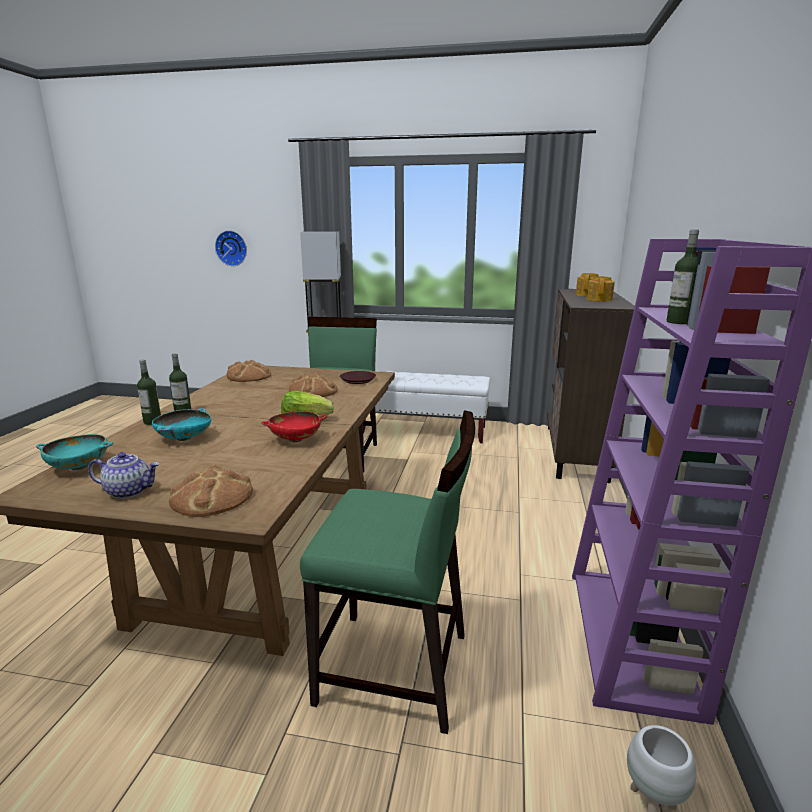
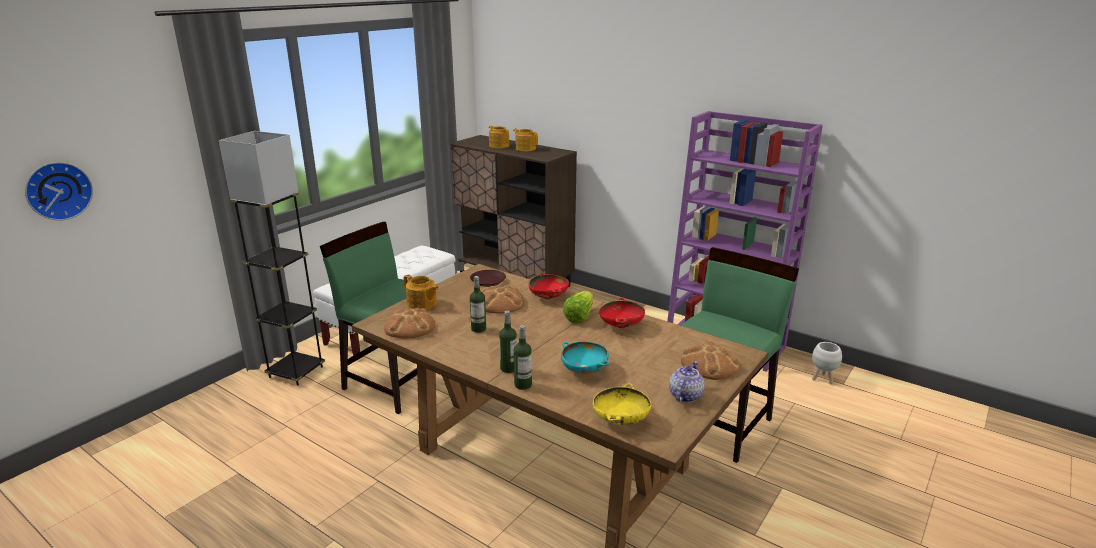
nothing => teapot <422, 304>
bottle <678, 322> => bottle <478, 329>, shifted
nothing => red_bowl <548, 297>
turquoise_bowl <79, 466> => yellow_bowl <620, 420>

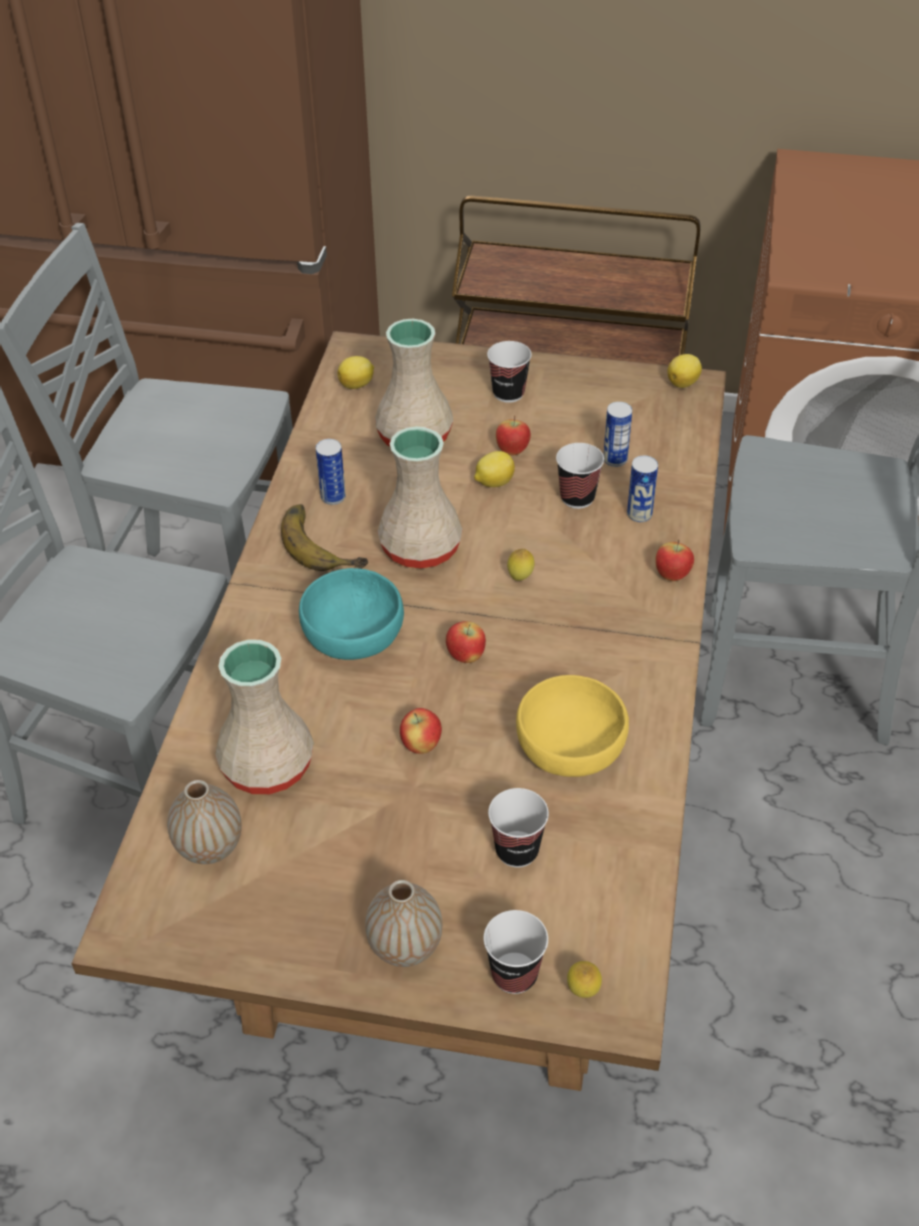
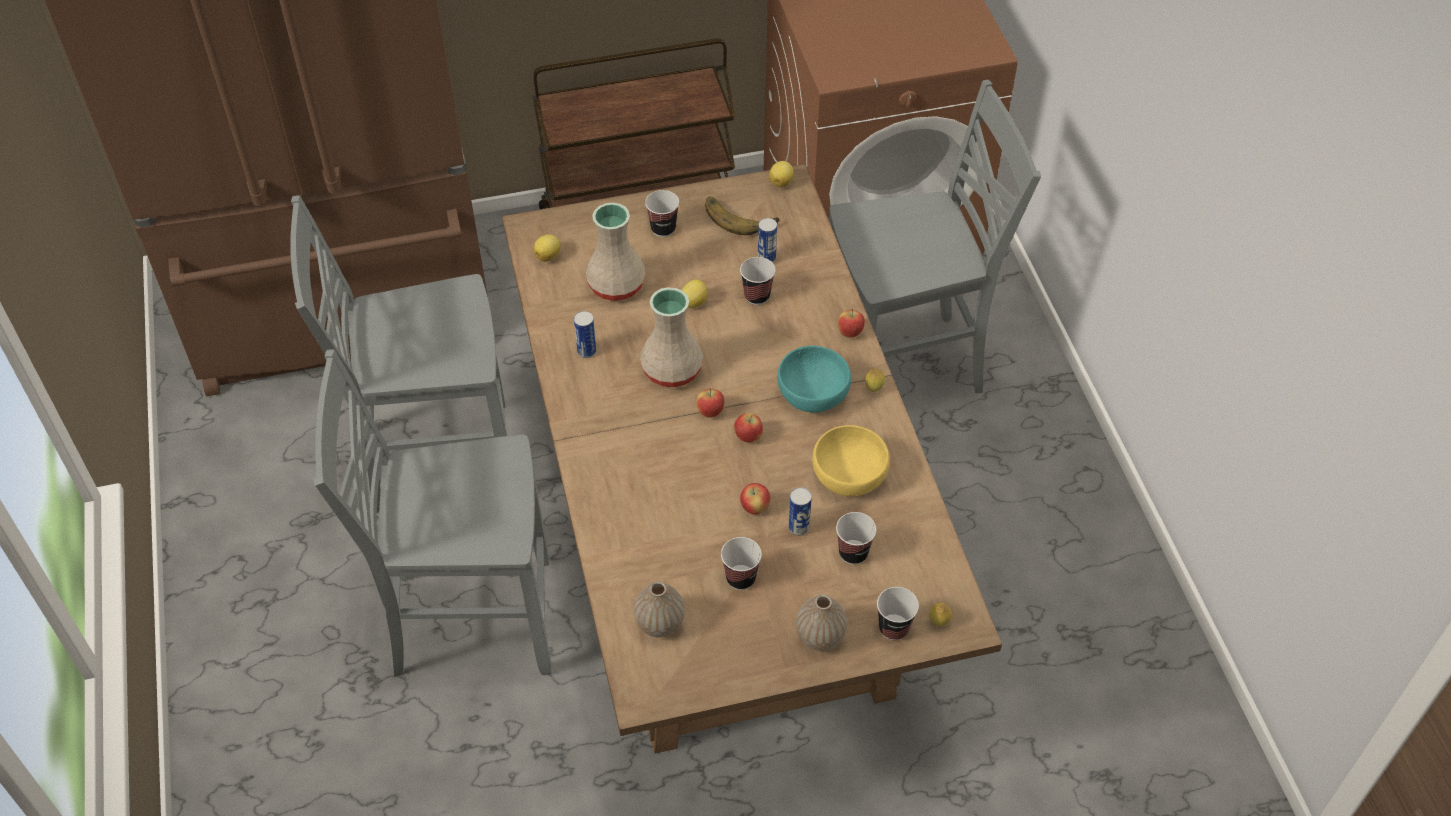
apple <512, 451> => apple <710, 412>, shifted
banana <325, 542> => banana <739, 216>, shifted
nothing => cup <740, 578>
turquoise_bowl <352, 637> => turquoise_bowl <812, 394>, shifted
can <639, 514> => can <798, 527>, shifted
lemon <520, 578> => lemon <874, 389>, shifted
beige_vase <265, 766> => nothing

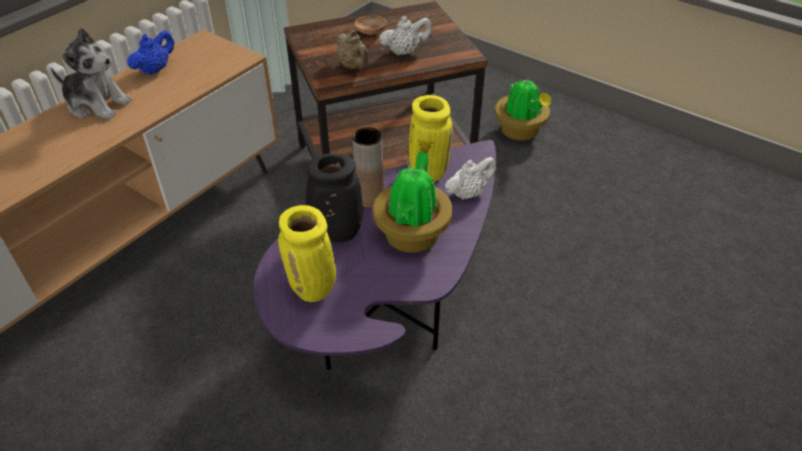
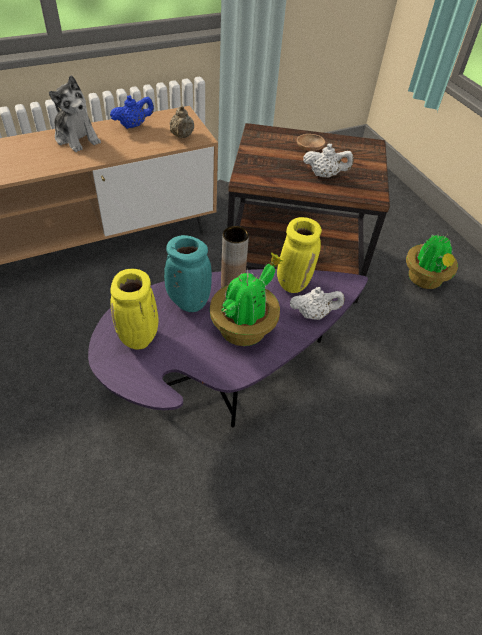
black_vase <336, 233> => turquoise_vase <187, 302>
beige_teapot <354, 67> => beige_teapot <182, 136>, shifted

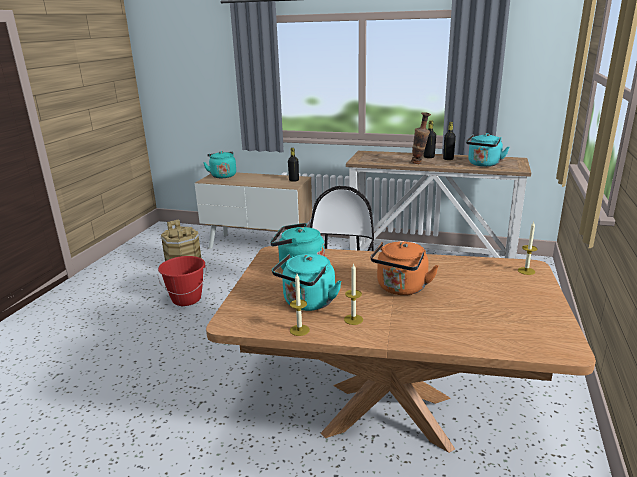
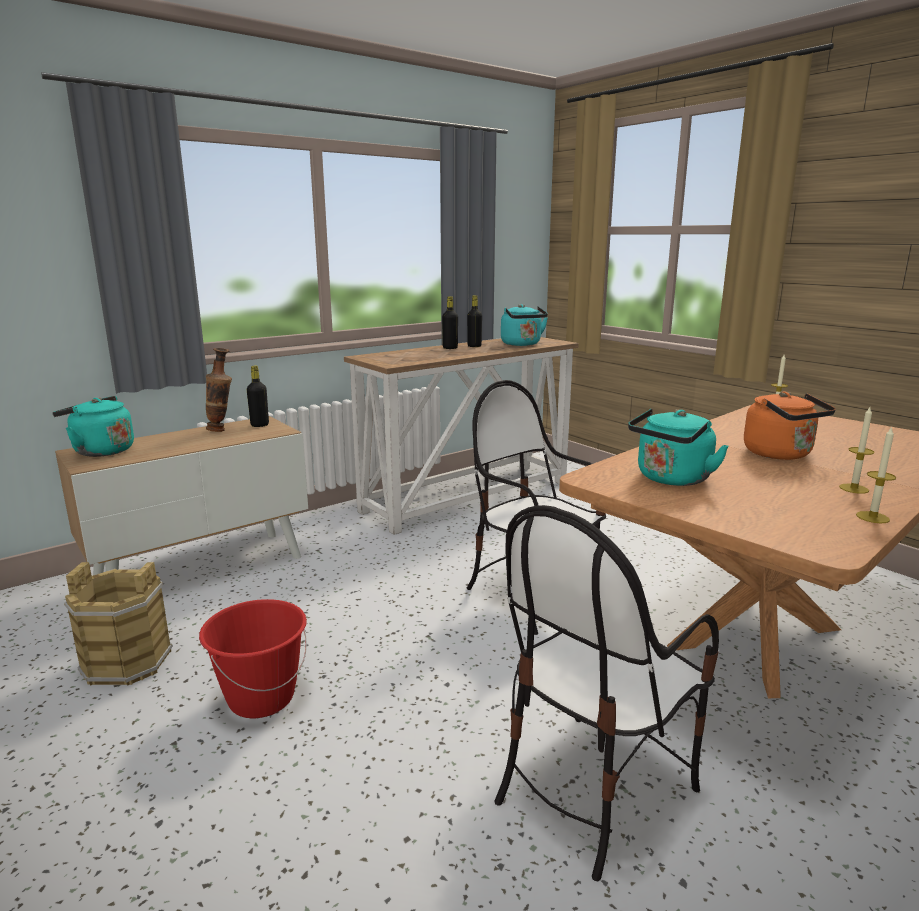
vase <419, 163> => vase <222, 430>, shifted
nothing => chair <593, 789>
turquoise_kettle <308, 303> => nothing

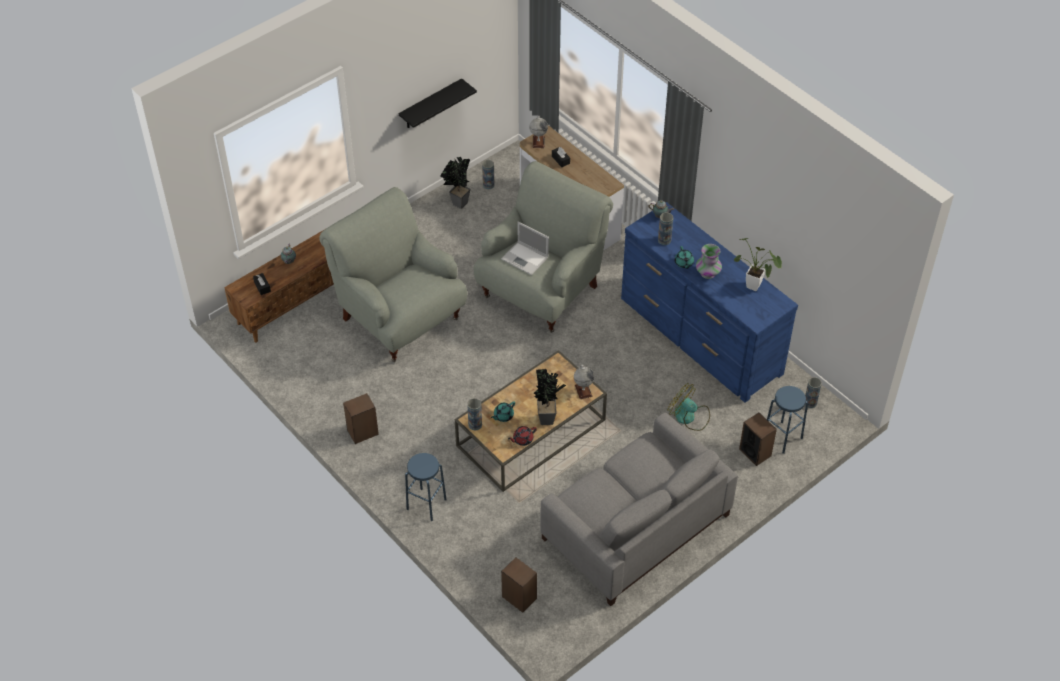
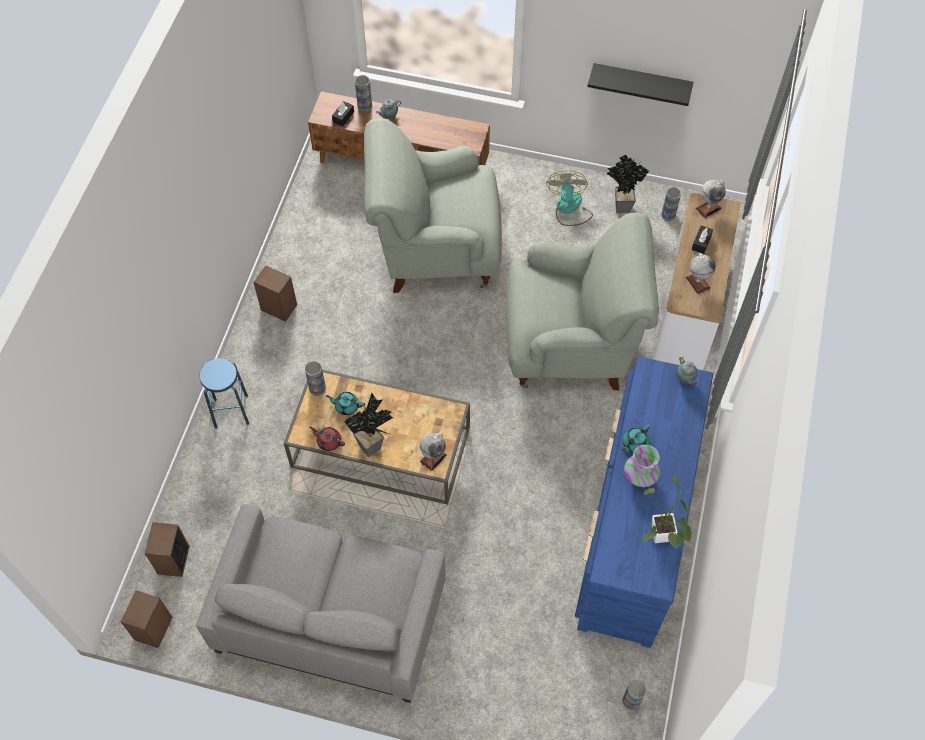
speaker <755, 452> => speaker <154, 628>, shifted
vase <664, 240> => vase <364, 106>, shifted
grey_armchair <399, 318> => grey_armchair <436, 250>, 105 degrees counterclockwise
fan <689, 417> => fan <569, 209>, shifted
nothing => globe <697, 282>
laptop <525, 258> => nothing
blue_stool <782, 437> => nothing

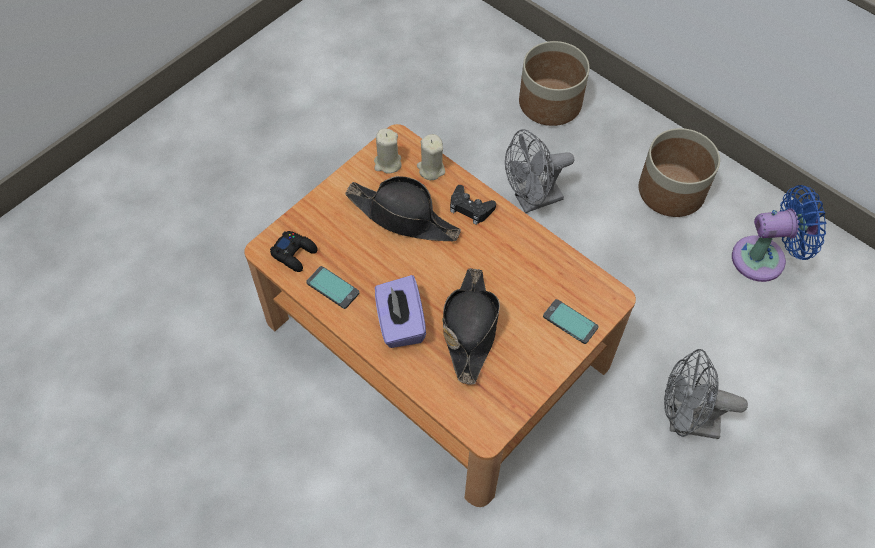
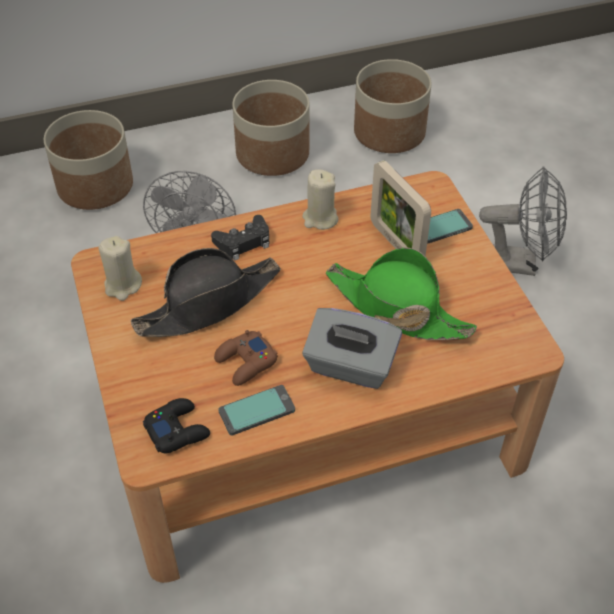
nothing => brown_game_controller <246, 362>
beige_candle <431, 169> => beige_candle <320, 218>, shifted
purple_tissue_box <400, 323> => grey_tissue_box <350, 366>
black_hat <470, 328> => green_hat <396, 308>
blue_fan <764, 258> => planter <388, 132>
nothing => picture_frame <396, 244>
grey_fan <685, 421> => grey_fan <518, 263>, 120 degrees counterclockwise

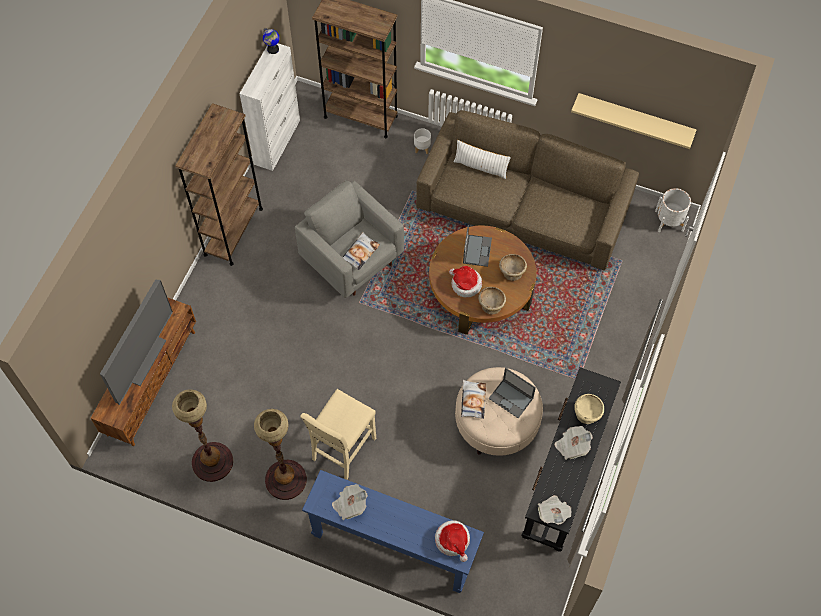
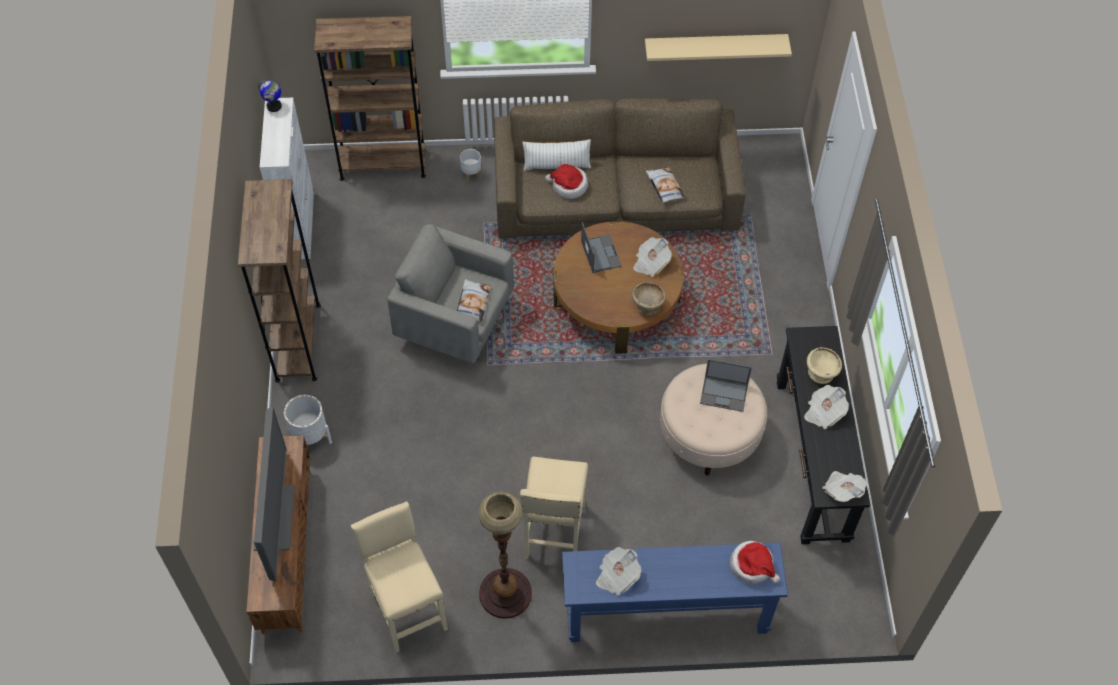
white_planter <669, 221> => white_planter <310, 436>, shifted
floor_lamp <212, 461> => beige_stool <408, 609>
hat <465, 284> => hat <568, 186>, shifted
beige_bowl <511, 272> => newspaper <650, 263>
pillow <472, 400> => pillow <664, 187>, shifted

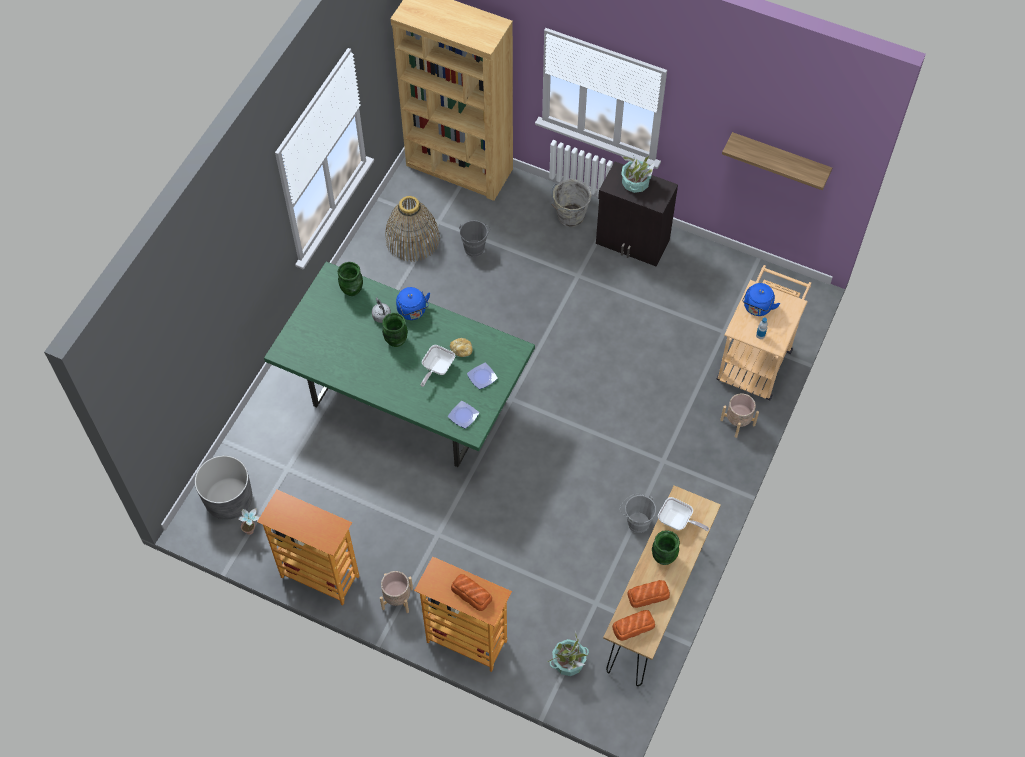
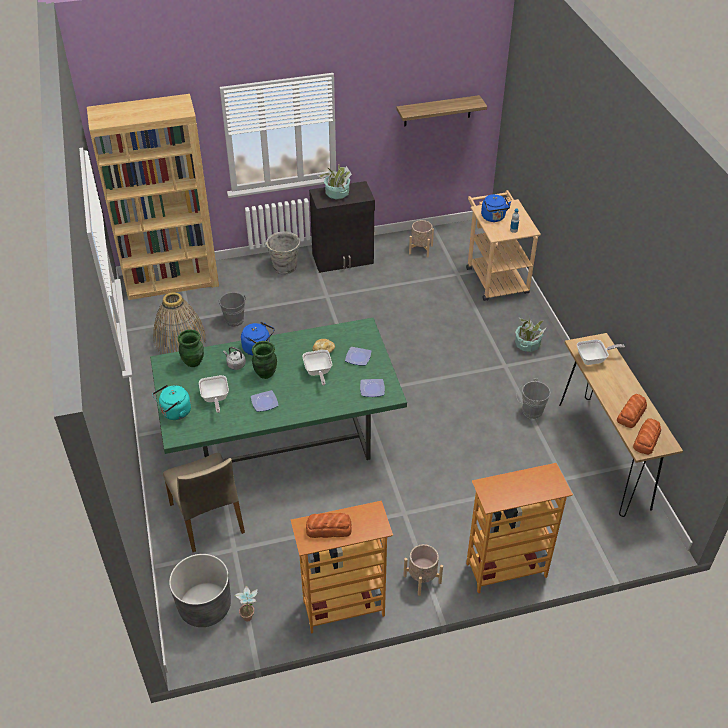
nothing => turquoise_kettle <174, 413>
nothing => beige_chair <208, 518>
nothing => frying_pan <215, 399>
nothing => plate <265, 402>
bread <471, 593> => bread <328, 528>, shifted
beige_planter <738, 422> => beige_planter <421, 249>, shifted
potted_plant <568, 662> => potted_plant <527, 344>, shifted
green_vase <663, 557> => nothing

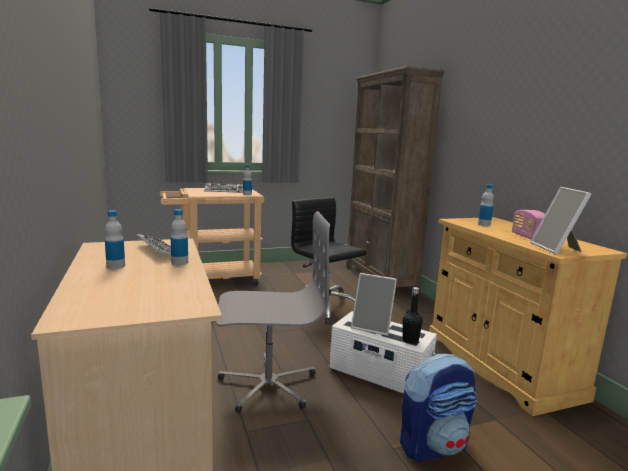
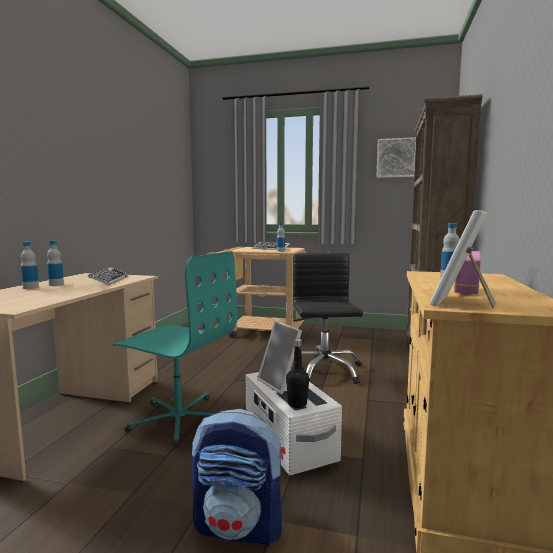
bottle <179, 262> => bottle <30, 287>, shifted
grey_office_chair <267, 384> => turquoise_office_chair <178, 419>
nothing => picture <396, 158>

